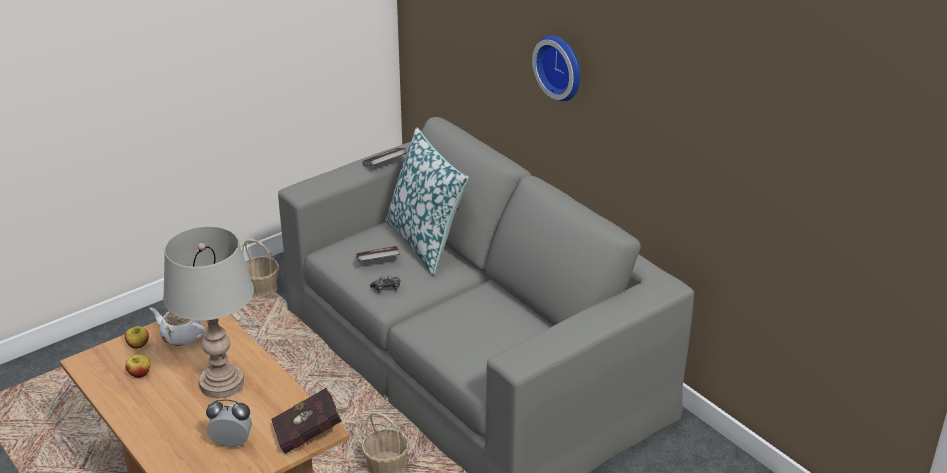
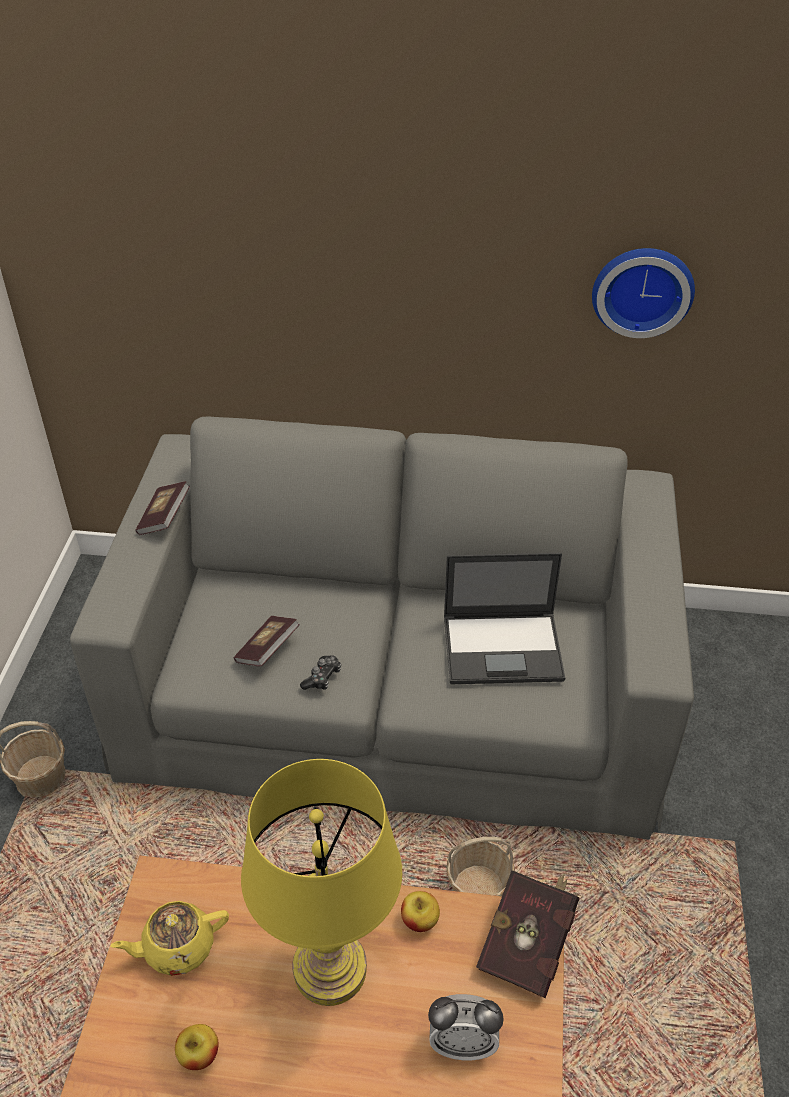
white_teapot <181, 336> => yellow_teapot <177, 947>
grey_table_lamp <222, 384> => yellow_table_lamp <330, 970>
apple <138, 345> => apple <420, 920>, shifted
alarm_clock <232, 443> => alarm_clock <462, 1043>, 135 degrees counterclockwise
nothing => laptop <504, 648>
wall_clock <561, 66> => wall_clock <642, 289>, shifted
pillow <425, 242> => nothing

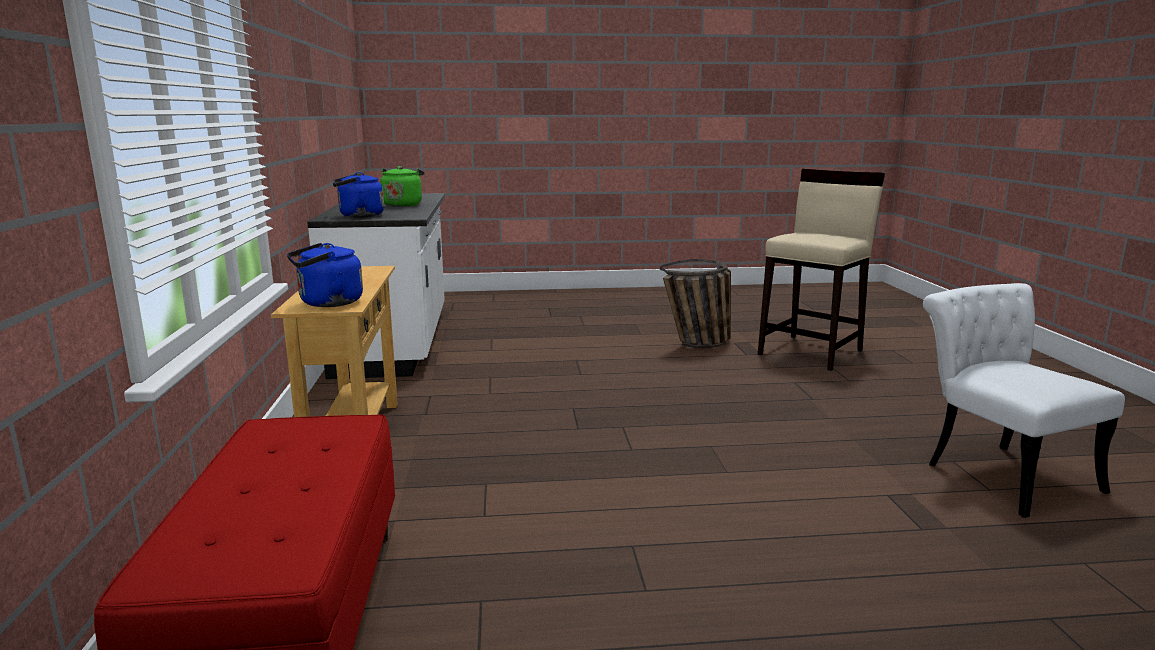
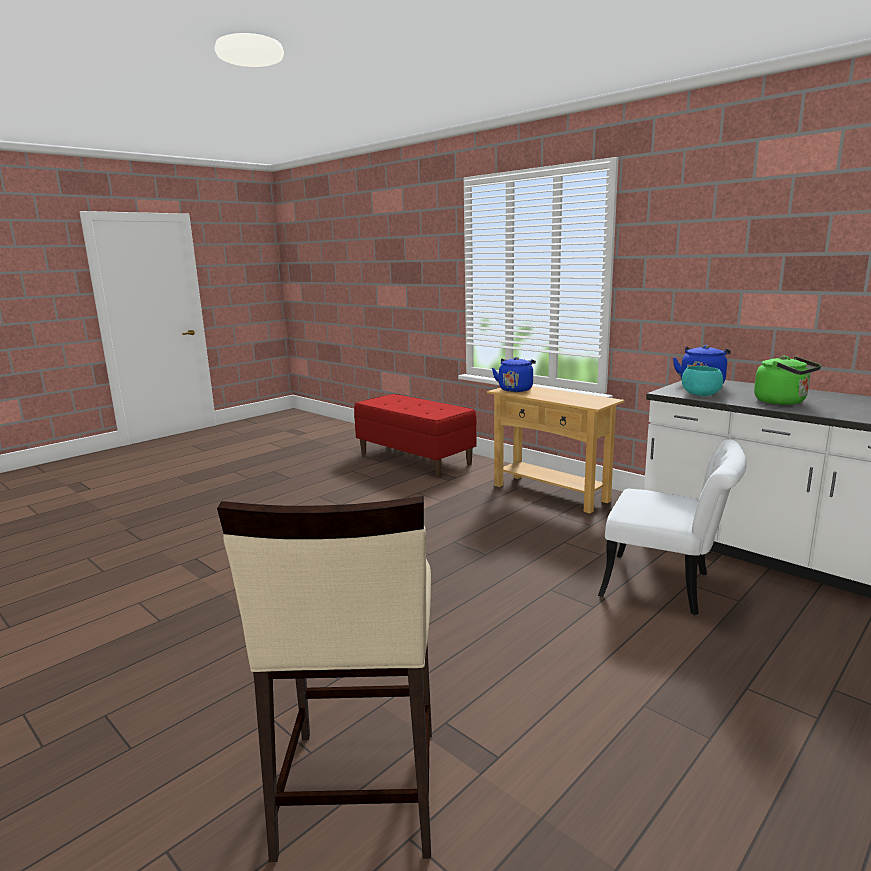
white_chair <998, 471> => white_chair <668, 587>, shifted
nothing => turquoise_bowl <701, 395>
basket <698, 344> => nothing

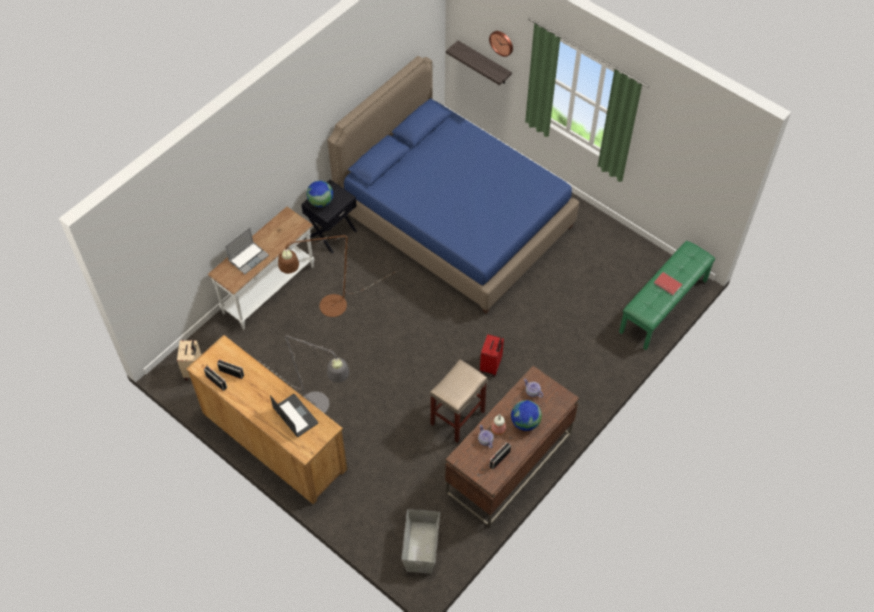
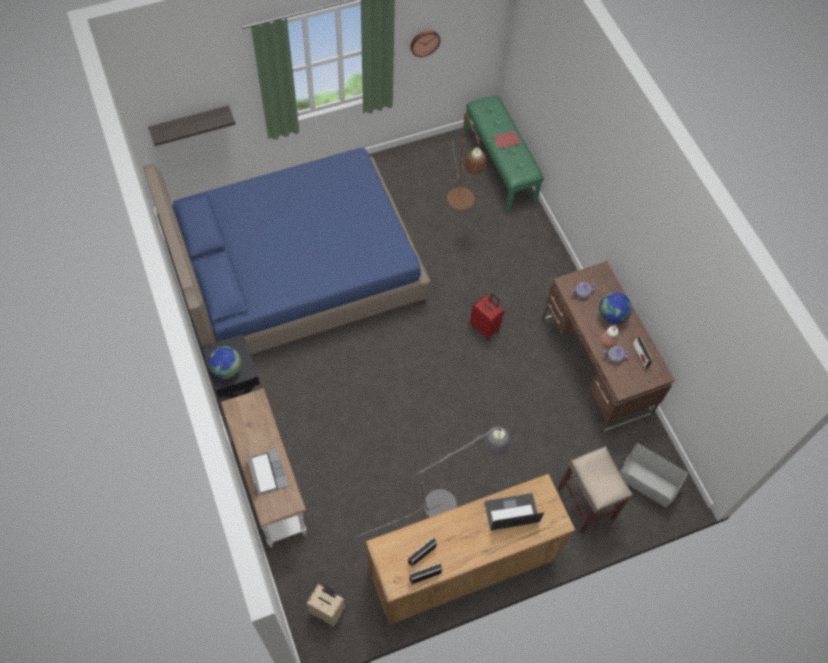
wall_clock <502, 42> => wall_clock <424, 42>, shifted
brown_floor_lamp <326, 309> => brown_floor_lamp <462, 205>, shifted
beige_stool <458, 417> => beige_stool <585, 503>, shifted

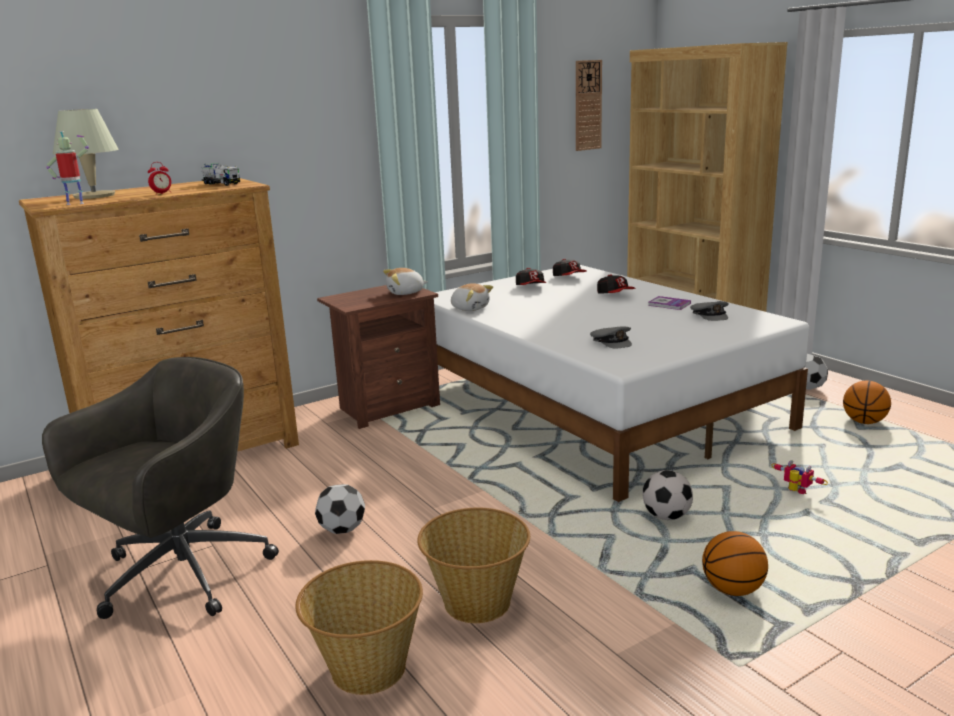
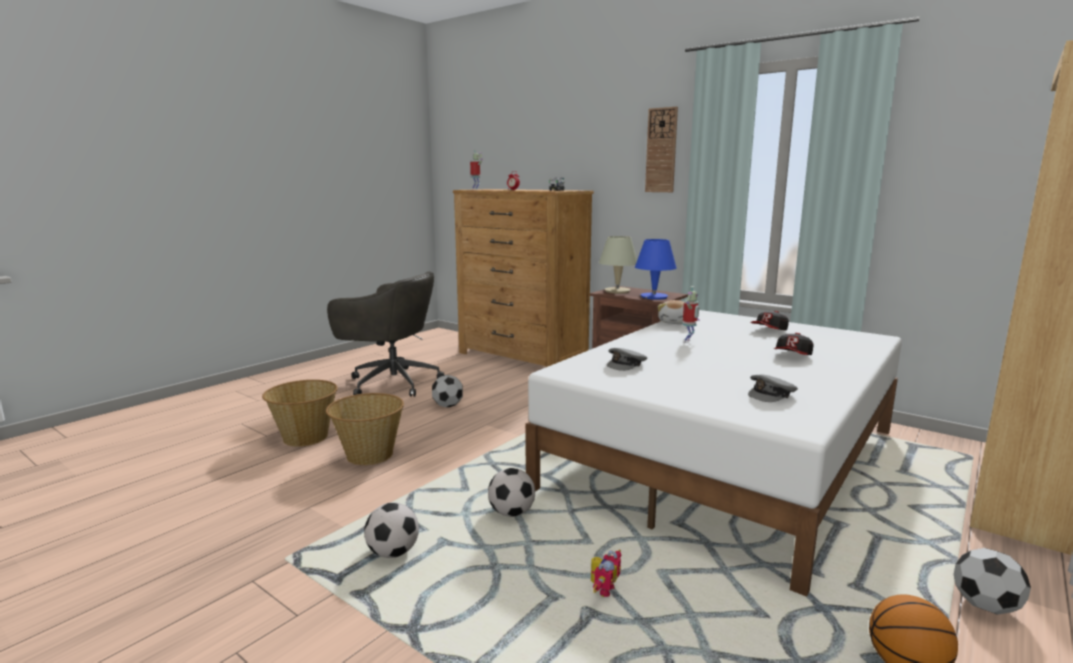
basketball <733, 590> => football <393, 553>
beige_table_lamp <94, 196> => beige_table_lamp <617, 291>, shifted
plush_toy <405, 293> => blue_table_lamp <653, 297>
wall_clock <587, 105> => wall_clock <661, 150>, shifted
nothing => toy_robot <688, 341>
cap <569, 277> => nothing
book <669, 304> => nothing

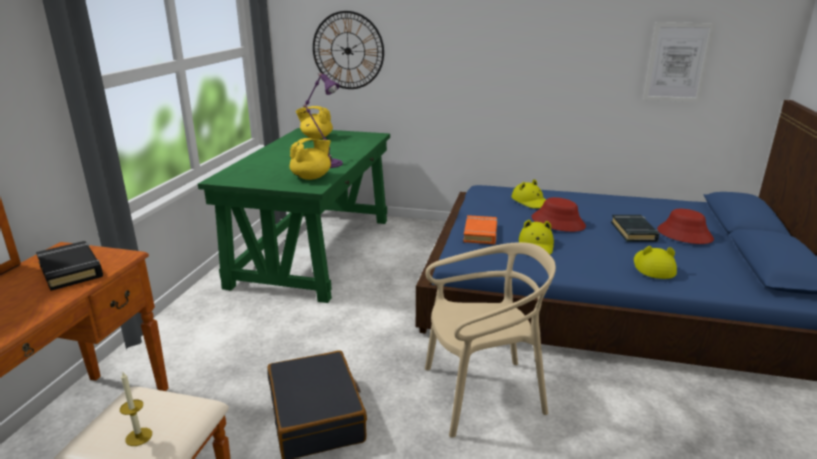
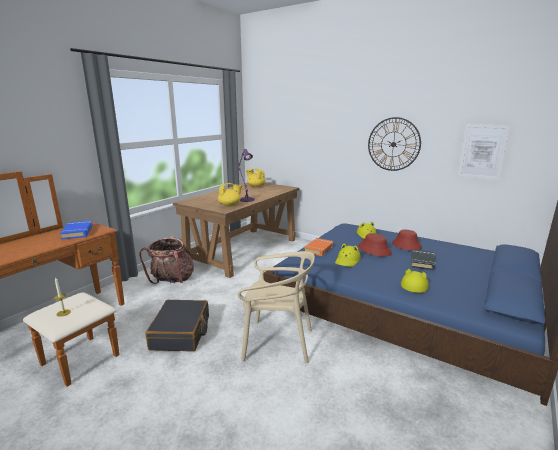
black_book <71, 270> => blue_book <78, 232>
nothing => backpack <172, 280>
green_desk <314, 250> => brown_desk <243, 250>
wall_clock <348, 50> => wall_clock <393, 144>, shifted
red_hat <684, 234> => red_hat <406, 245>, shifted

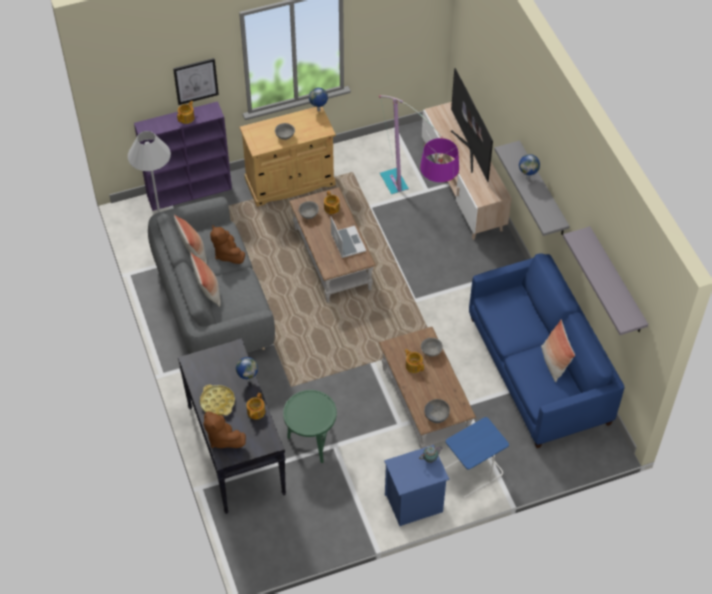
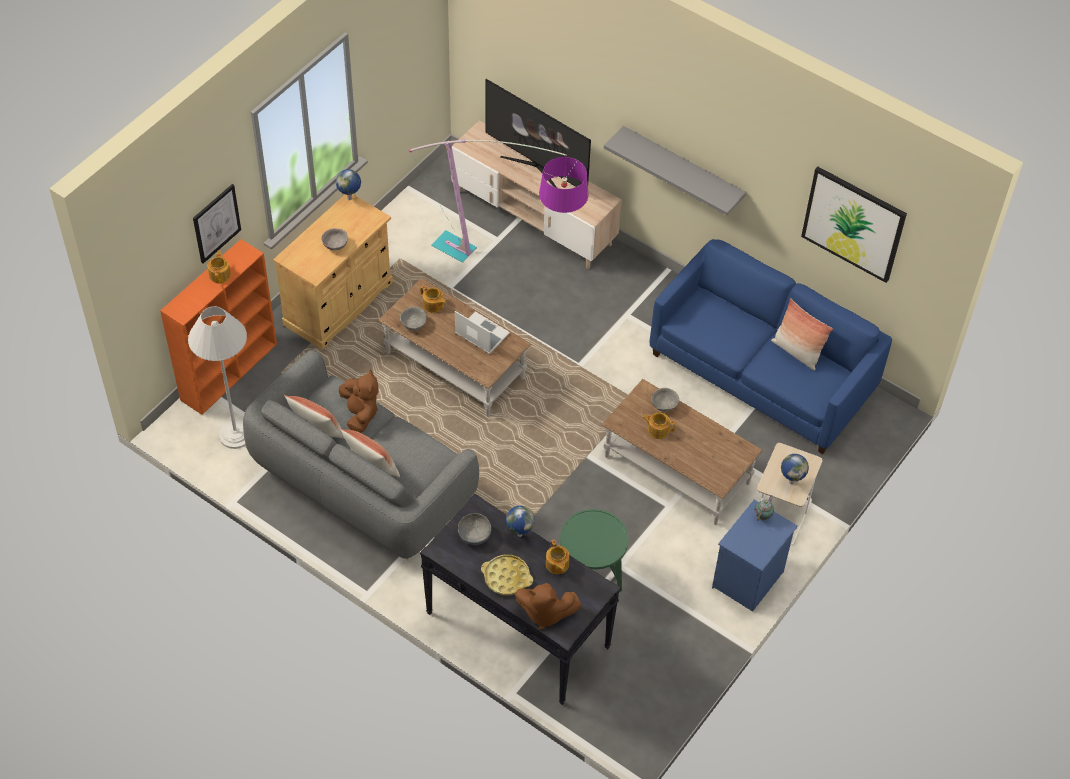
purple_bookcase <190, 191> => orange_bookcase <229, 371>
brown_plush_toy <227, 254> => brown_plush_toy <360, 413>, 135 degrees counterclockwise
grey_bowl <436, 415> => grey_bowl <474, 535>, shifted
blue_side_table <473, 473> => beige_side_table <781, 514>
globe <527, 178> => globe <791, 481>, shifted
grey_shelf <616, 282> => picture <853, 223>

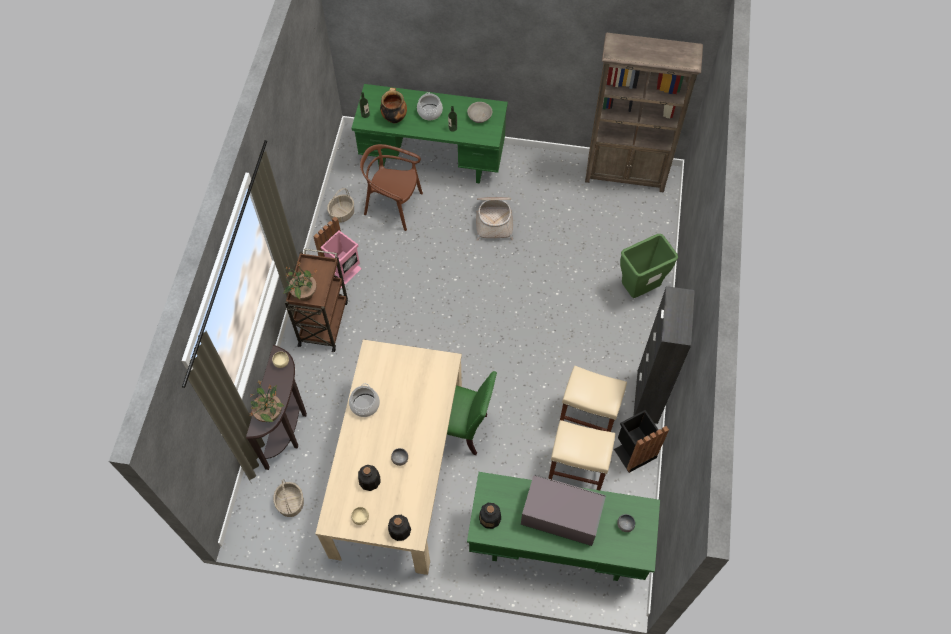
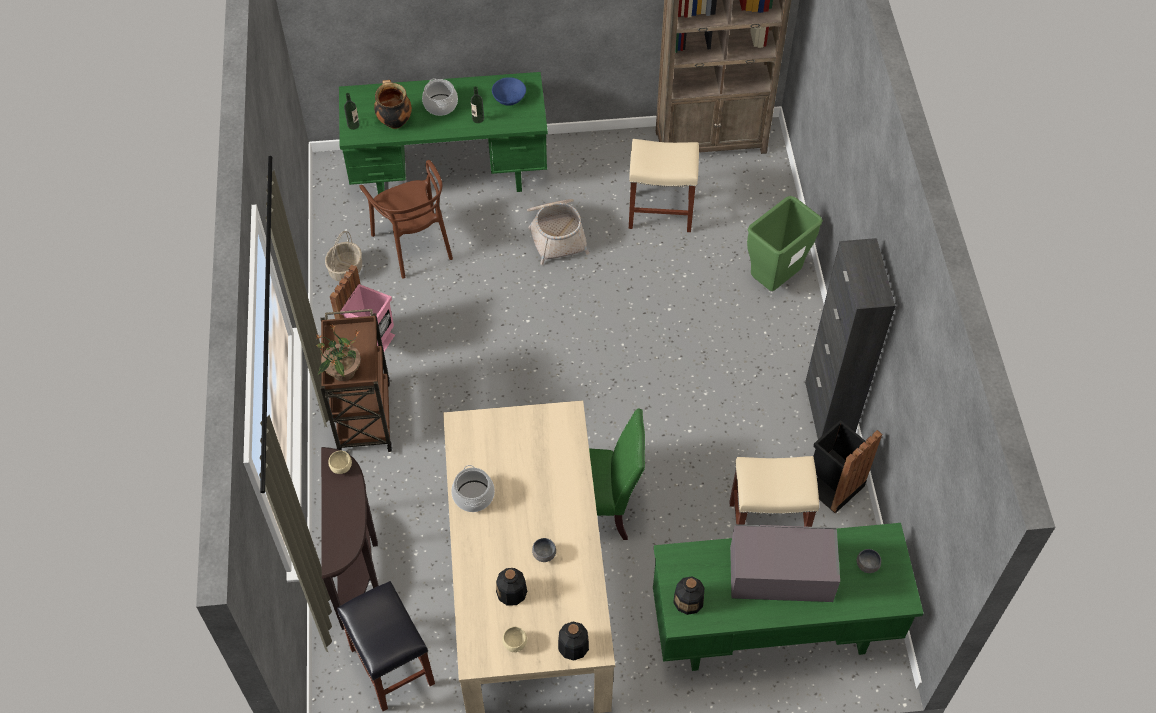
basket <290, 502> => black_stool <391, 665>
brown_chair <393, 206> => brown_chair <414, 244>, 120 degrees counterclockwise
grey_bowl <479, 116> => blue_bowl <509, 97>
beige_stool <589, 417> => beige_stool <661, 212>, shifted
potted_plant <270, 413> => nothing

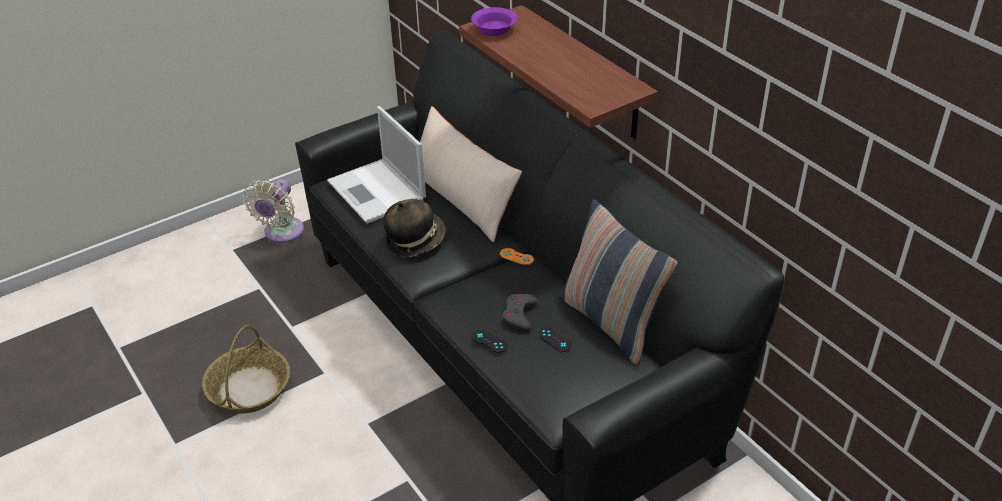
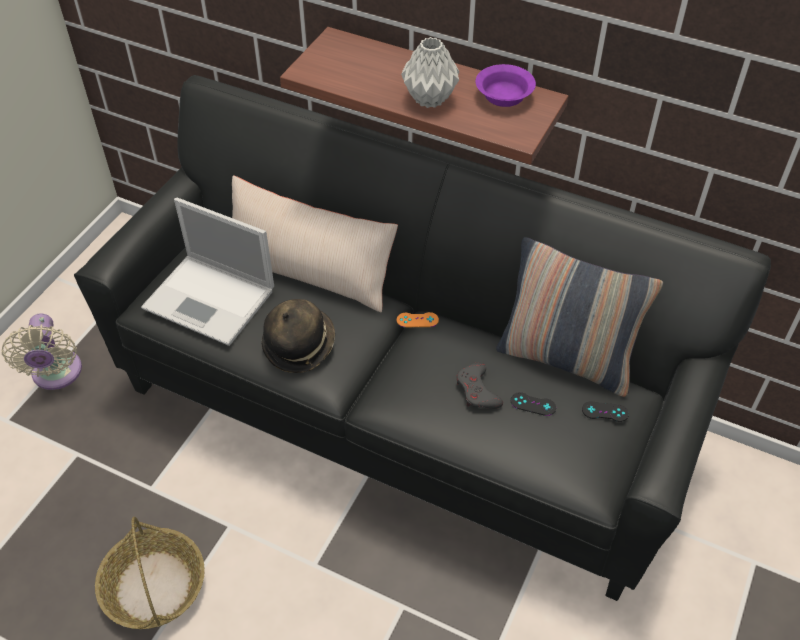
nothing => grey_vase <429, 98>
purple_bowl <493, 30> => purple_bowl <502, 96>, shifted
black_game_controller <489, 341> => black_game_controller <605, 412>, shifted

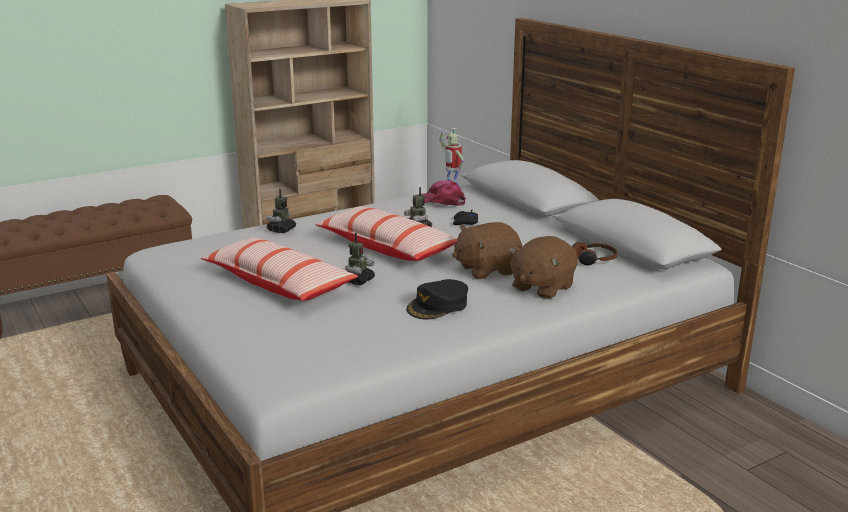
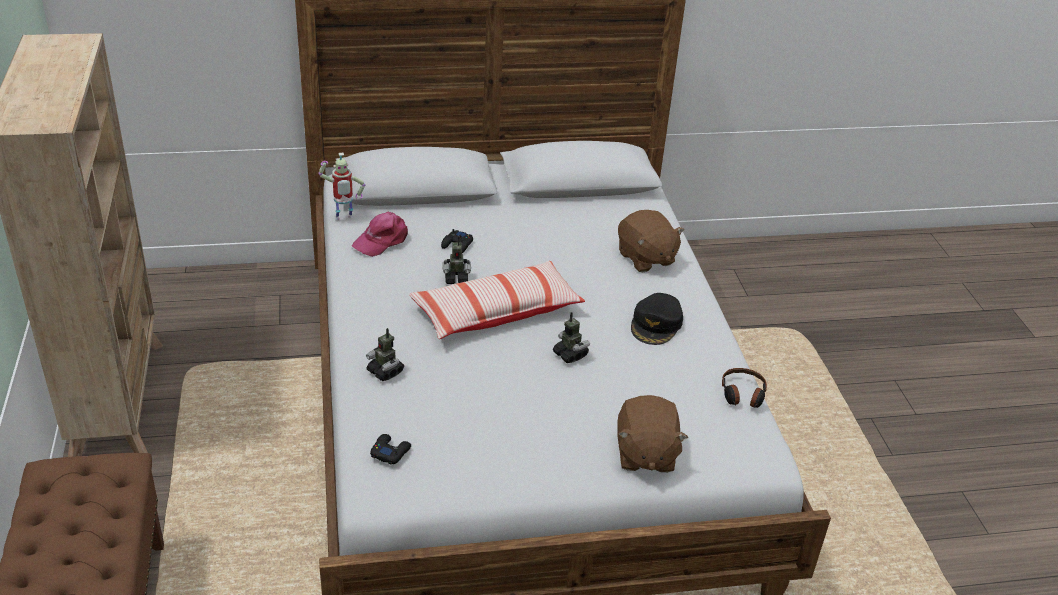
nothing => black_game_controller <390, 452>
brown_plush_toy <486, 270> => brown_plush_toy <645, 454>, shifted
black_cap <438, 306> => black_cap <656, 324>, 45 degrees clockwise
headphones <592, 259> => headphones <742, 394>, shifted
pillow <279, 284> => nothing

